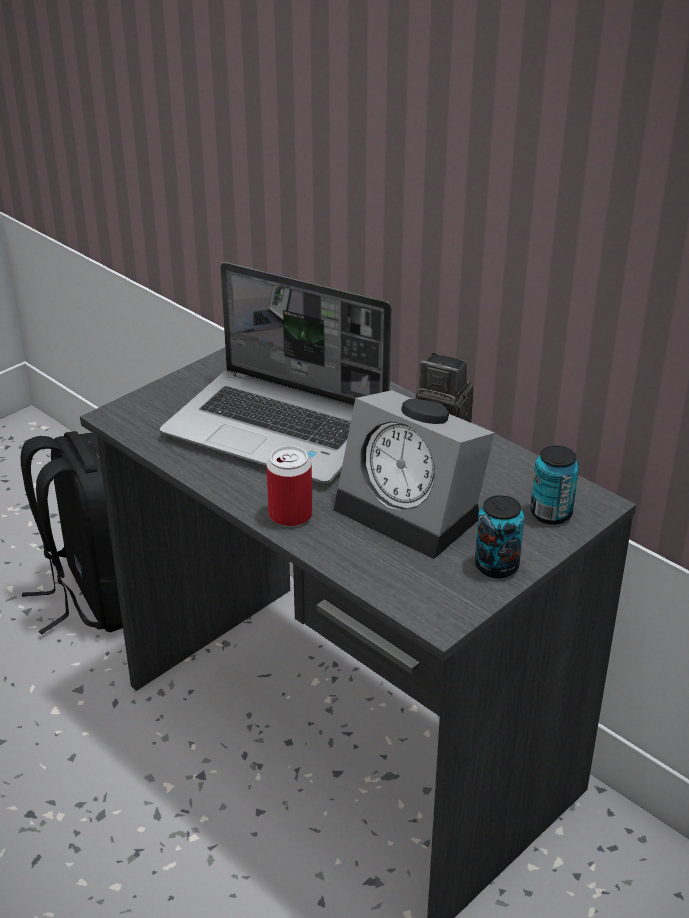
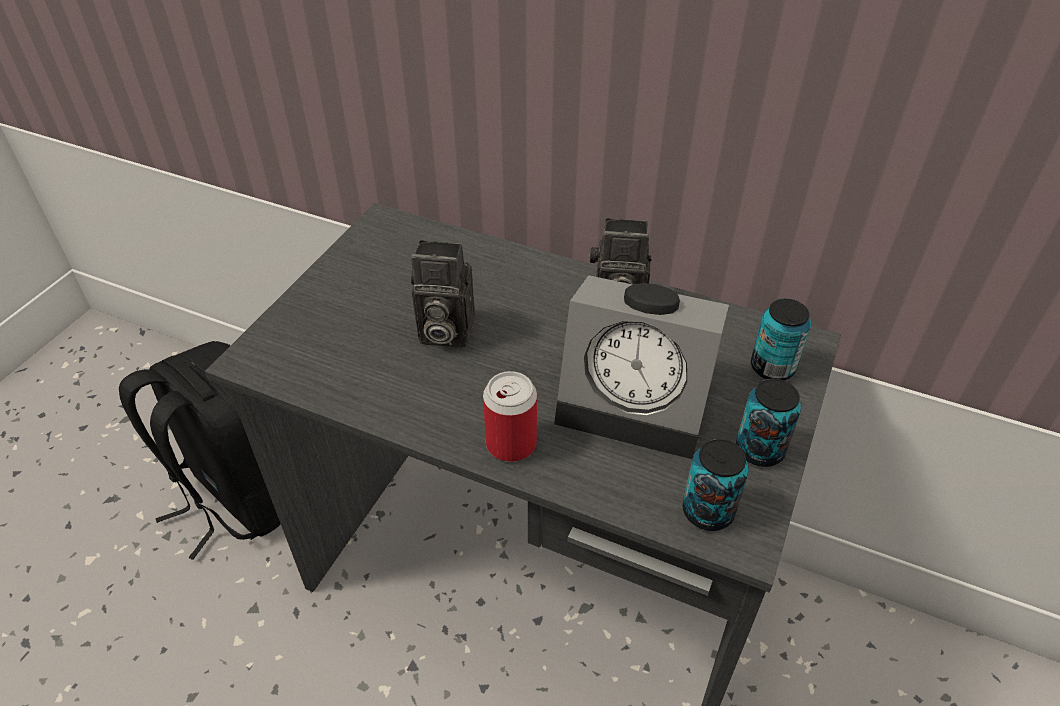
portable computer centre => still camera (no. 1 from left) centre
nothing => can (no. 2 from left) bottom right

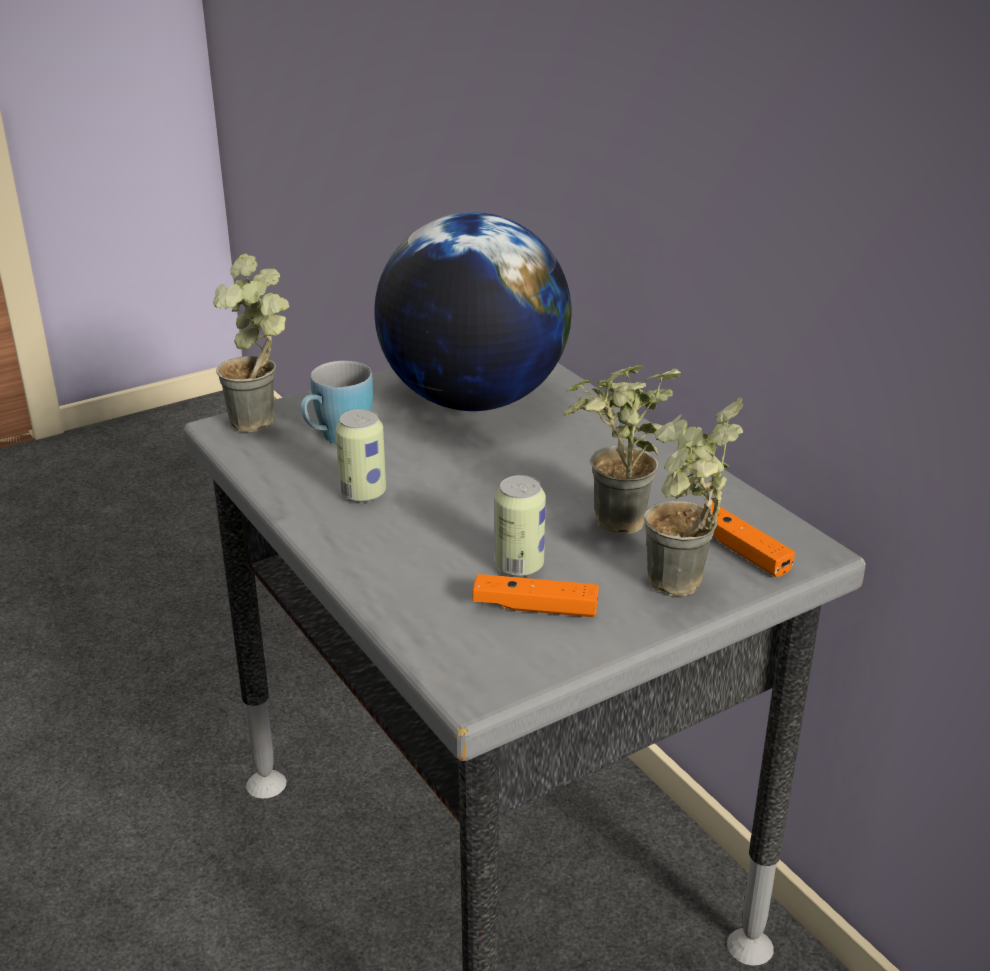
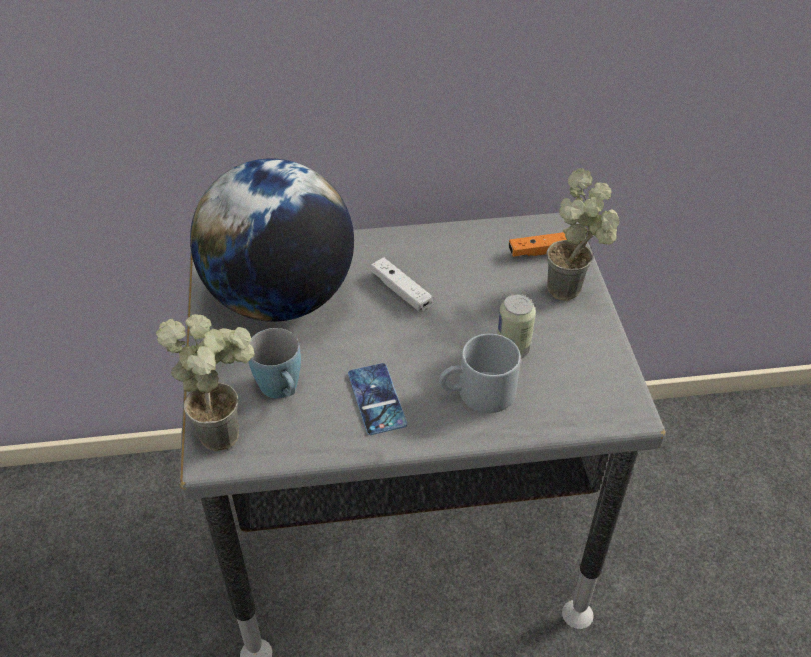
plant in a pot (no. 2 from left) centre => nothing
can (no. 1 from left) centre => phone centre
joypad in orange-coloured (no. 1 from left) centre => nothing
nothing => joypad in white-coloured centre
nothing => mug in gray centre

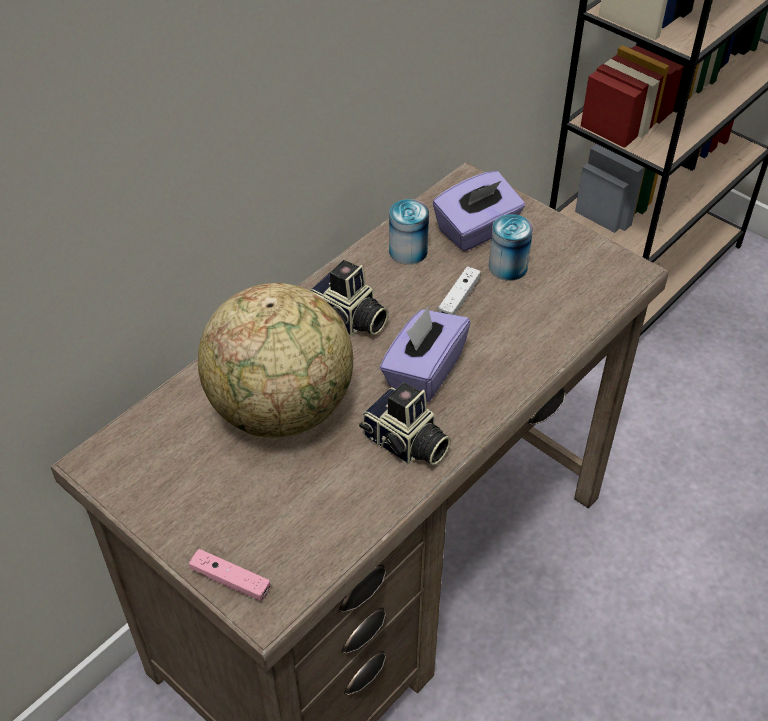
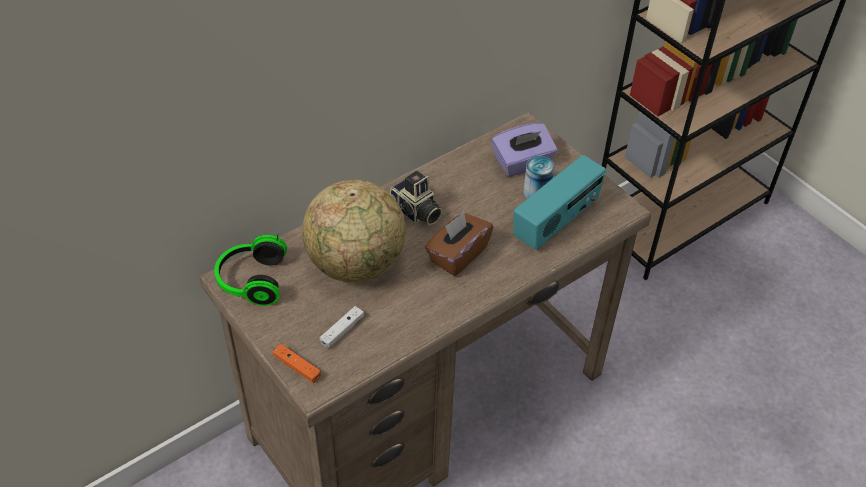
can (no. 1 from left) top centre => nothing
joypad in white-coloured centre => joypad in white-coloured bottom centre, relocated
tissue box in purple (no. 1 from left) centre => tissue box in brownish centre
still camera (no. 2 from left) centre => nothing
joypad in pink-coloured bottom left => joypad in orange-coloured bottom centre
nothing => radio centre
nothing => pair of headphones middle left

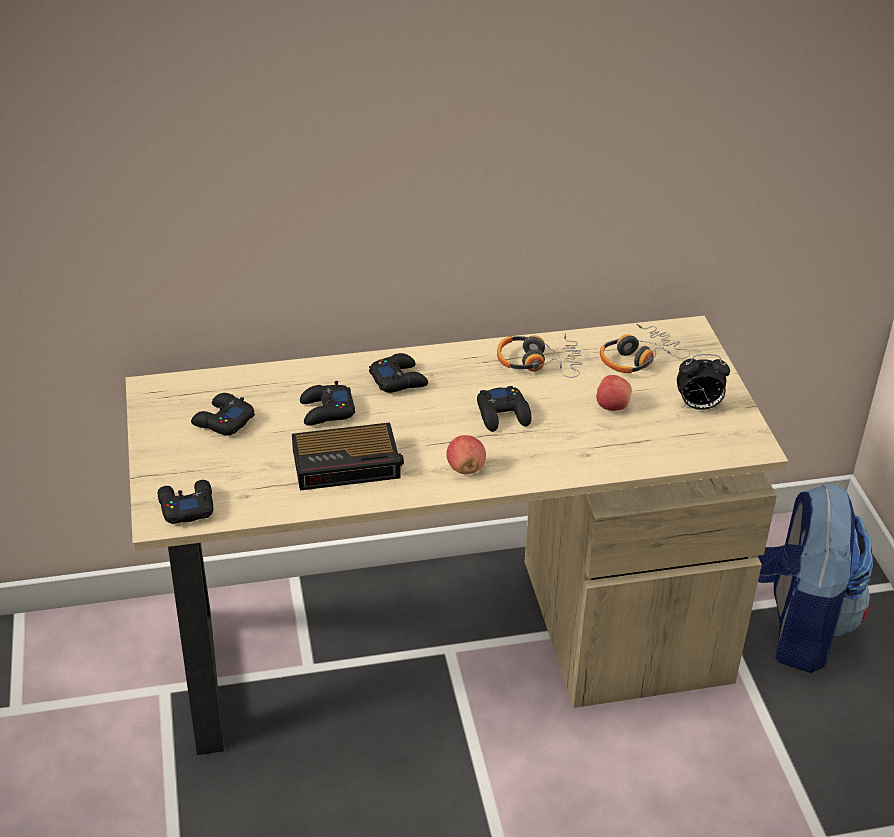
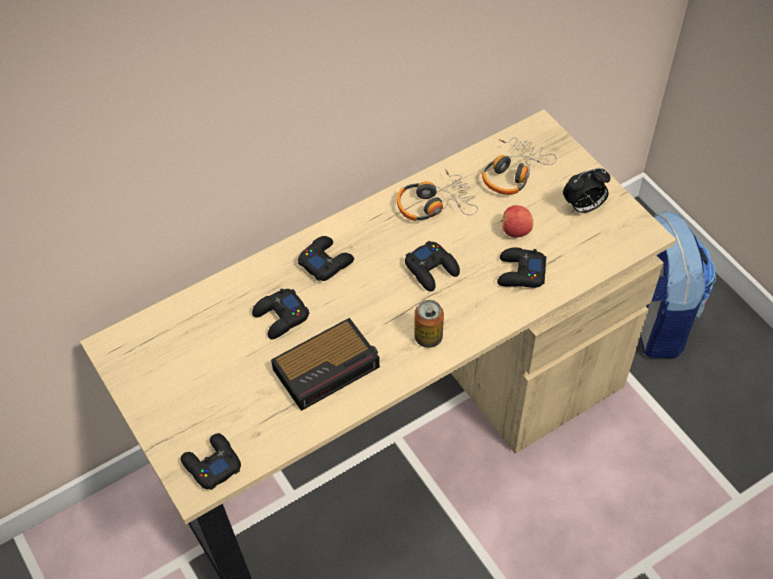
joypad in black (no. 2 from left in the first image) middle left => joypad in black (no. 5 from left) middle right, relocated
apple (no. 1 from left) centre => can centre

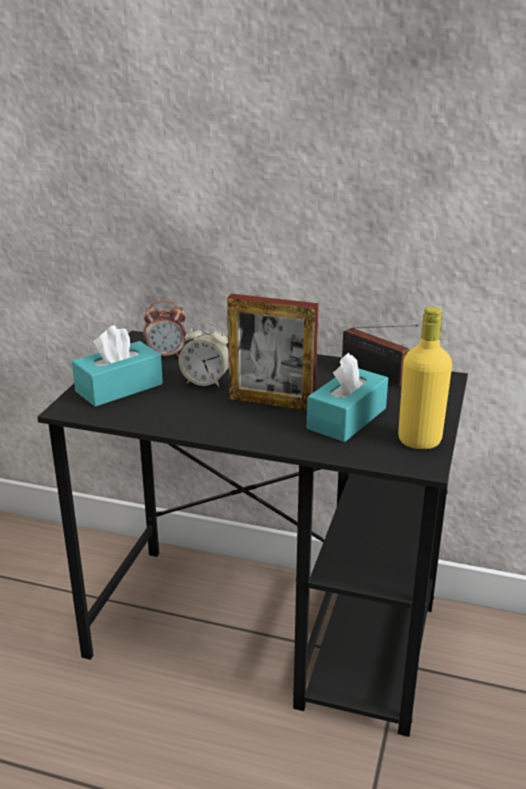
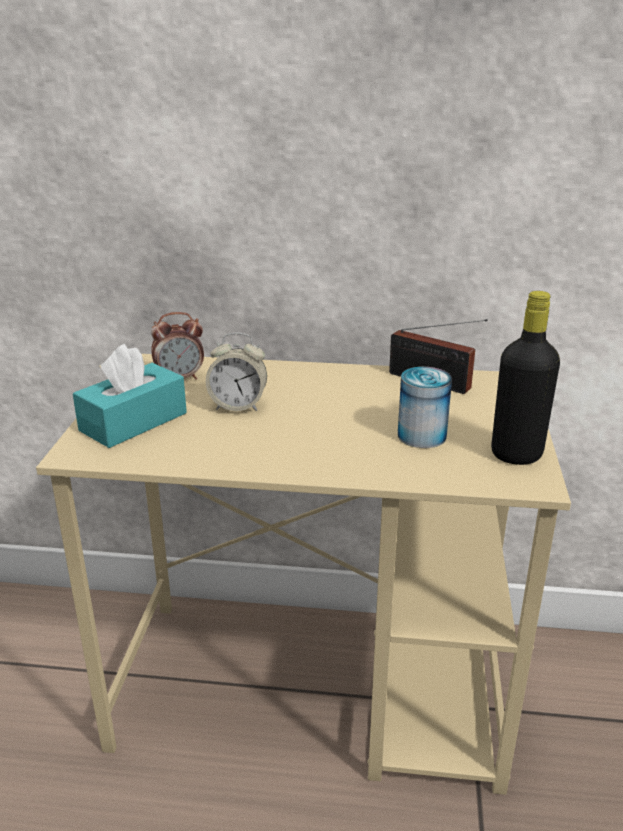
standing frame centre => nothing
drink bottle in yellow-coloured middle right => drink bottle in black middle right
desk unit in black bottom centre => desk unit in sand-coloured bottom centre
tissue box in turquoise (no. 2 from left) centre => can middle right

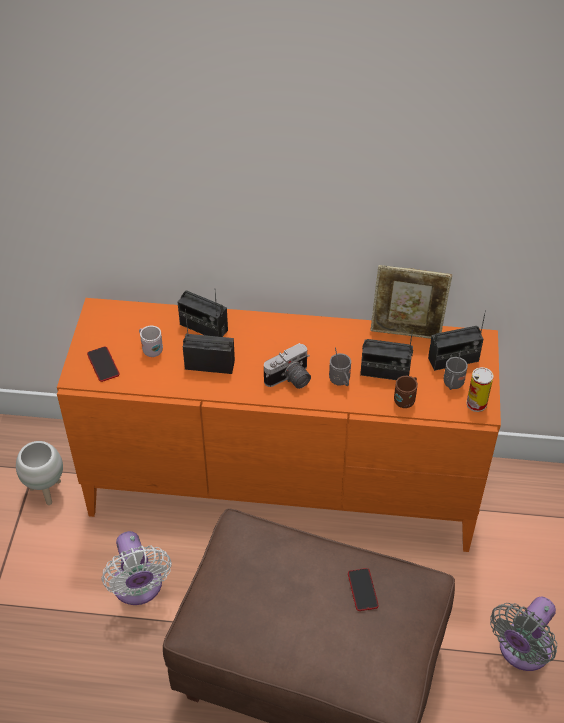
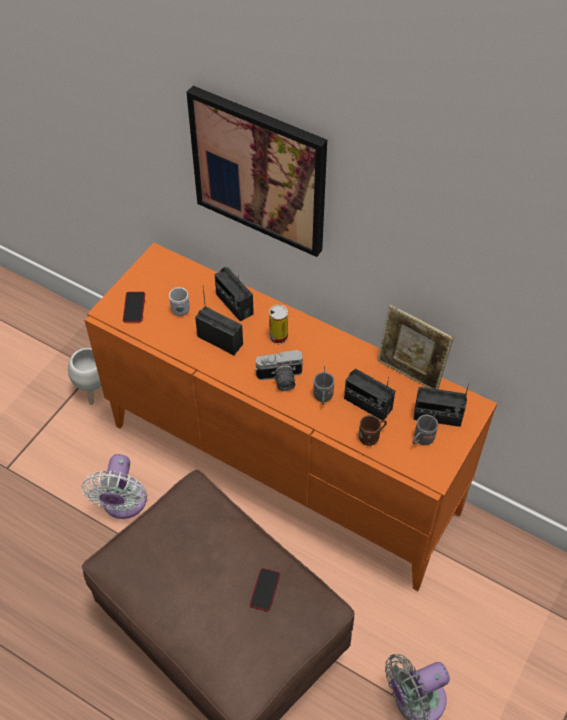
can middle right => can centre, relocated
nothing => wall art top centre

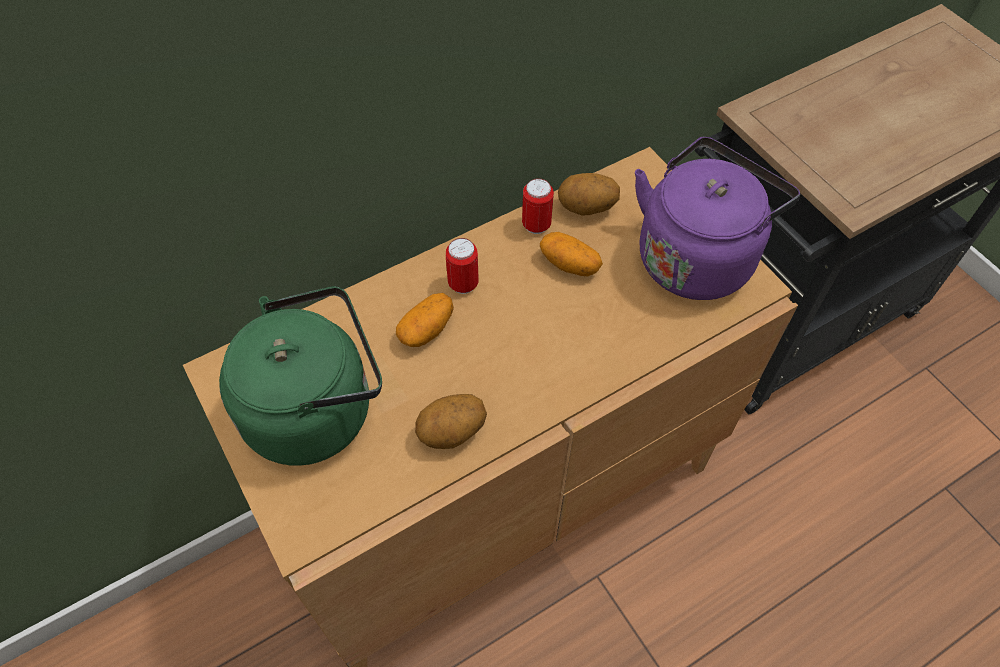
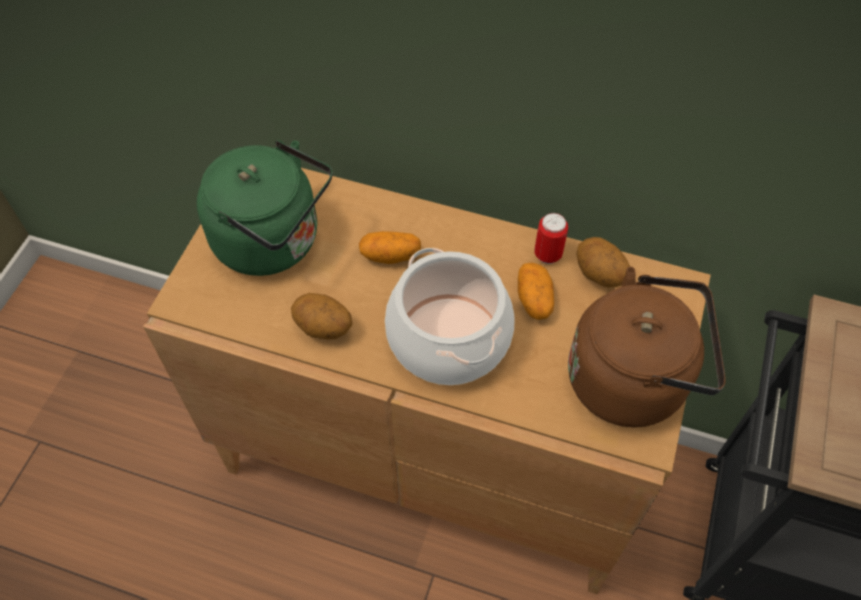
kettle in purple top right => kettle in brownish middle right
can (no. 1 from left) centre => nothing
nothing => cooking pot centre

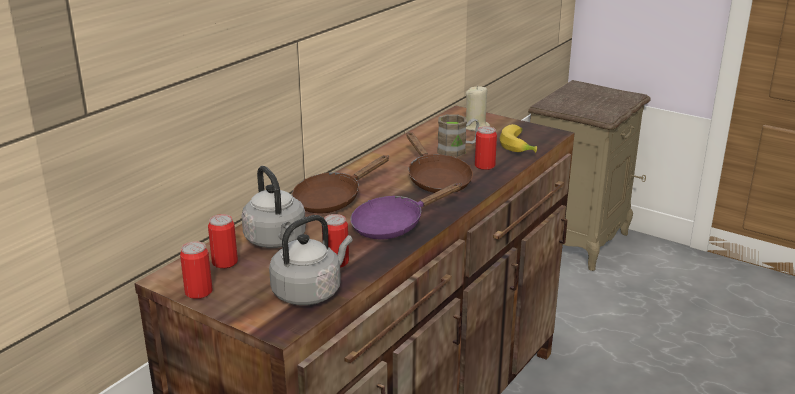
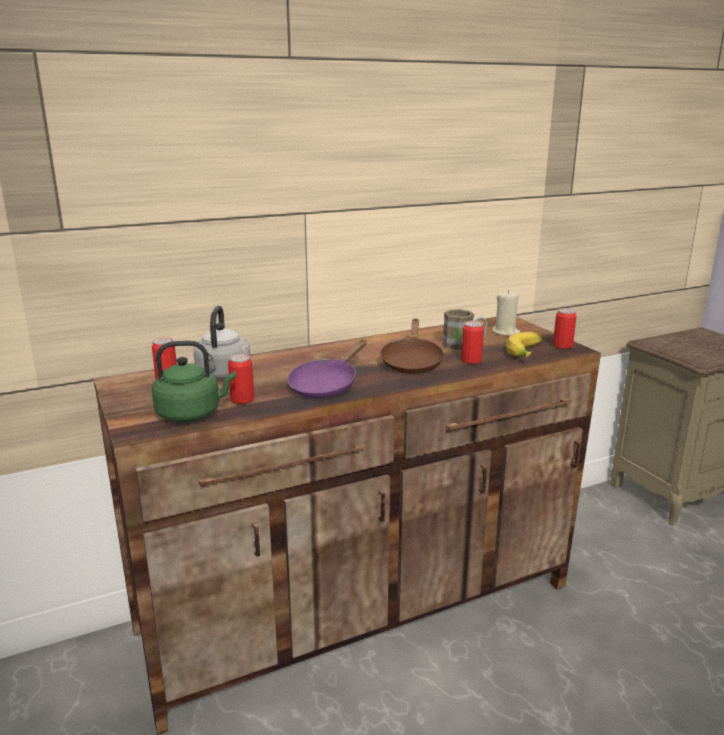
pan in brownish (no. 1 from left) centre => nothing
pan in purple centre, 60 degrees counterclockwise
kettle in gray (no. 2 from left) centre => kettle in greenish middle left
can (no. 1 from left in the first image) bottom left => can (no. 4 from left) middle right, relocated

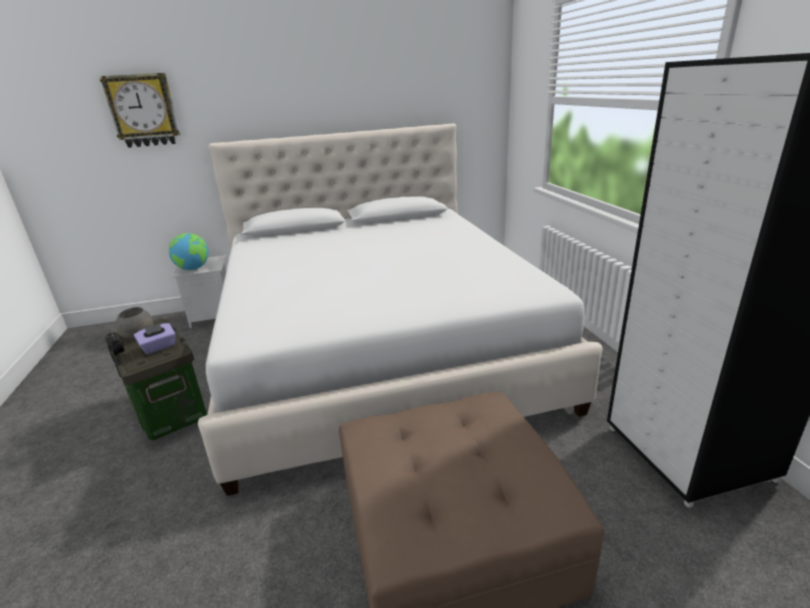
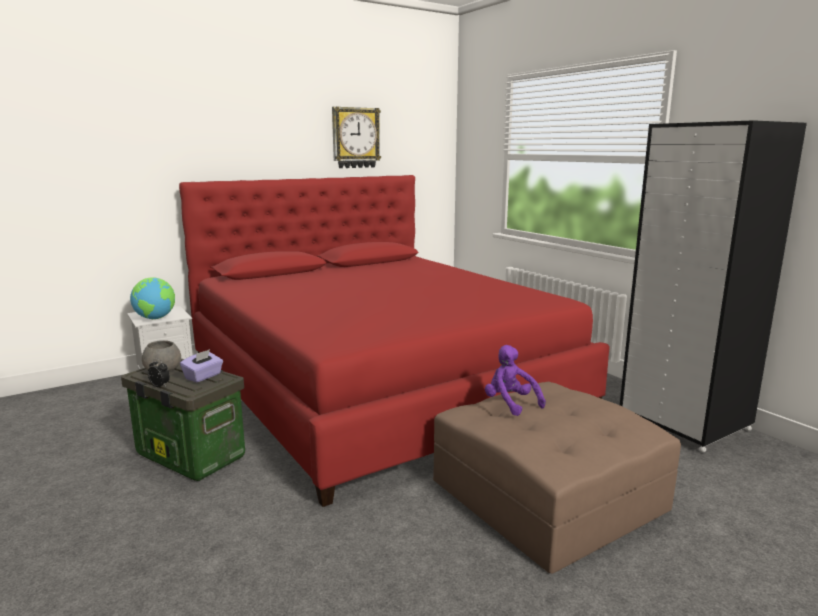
wall clock top left => wall clock top centre, relocated
bedroom bed in white-coloured centre => bedroom bed in red-coloured centre
nothing => plush toy in purple centre

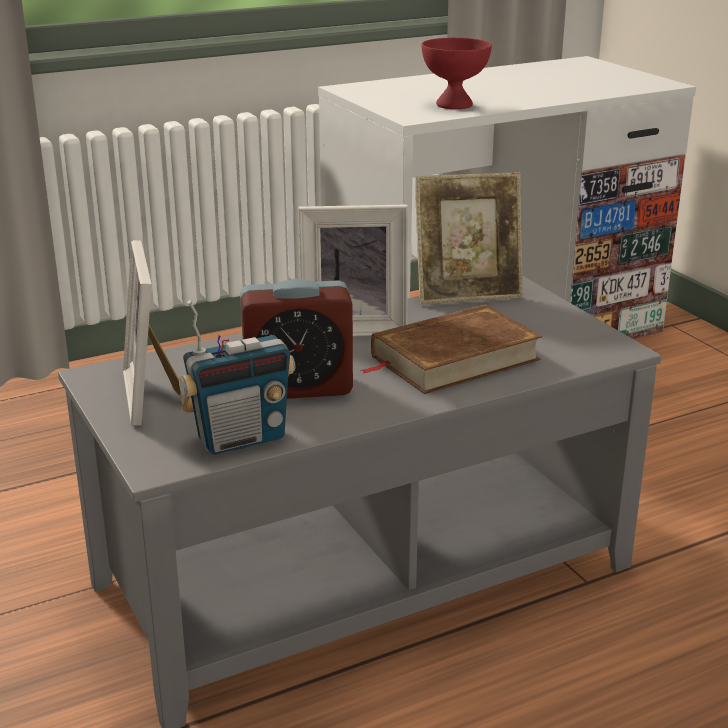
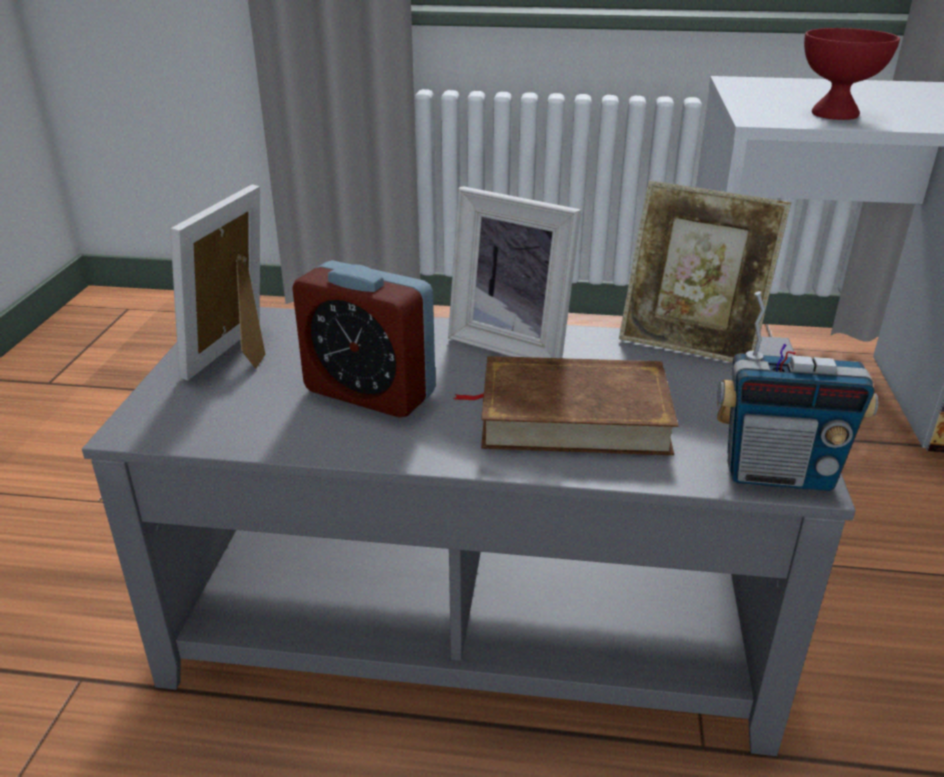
radio middle left => radio middle right, relocated

